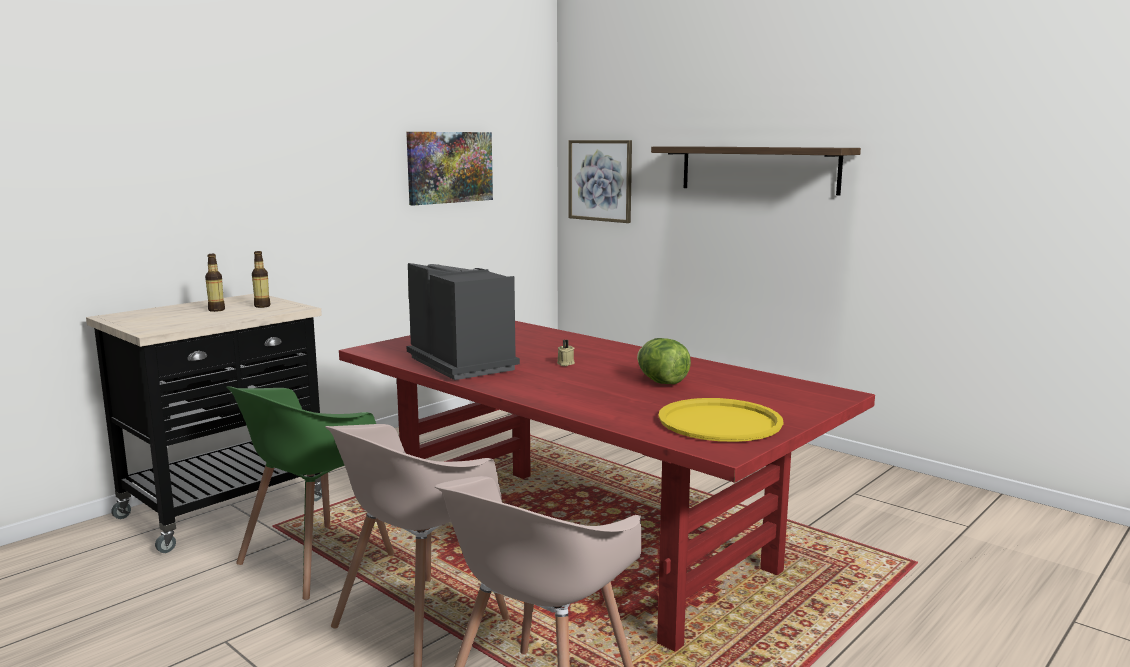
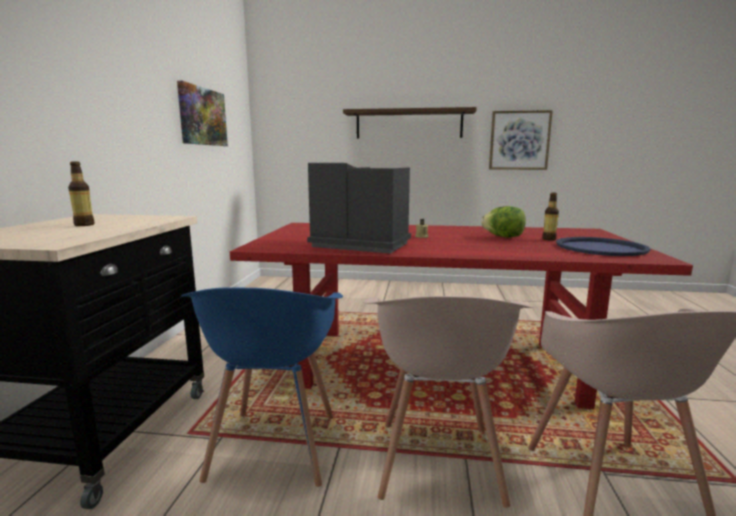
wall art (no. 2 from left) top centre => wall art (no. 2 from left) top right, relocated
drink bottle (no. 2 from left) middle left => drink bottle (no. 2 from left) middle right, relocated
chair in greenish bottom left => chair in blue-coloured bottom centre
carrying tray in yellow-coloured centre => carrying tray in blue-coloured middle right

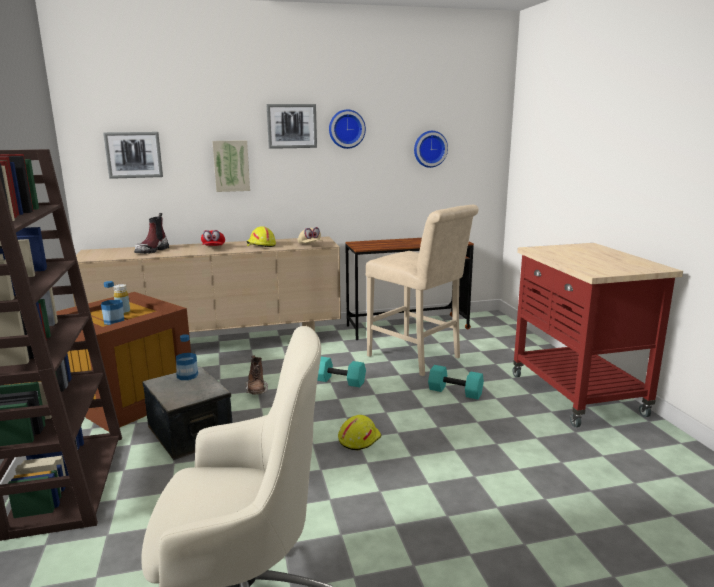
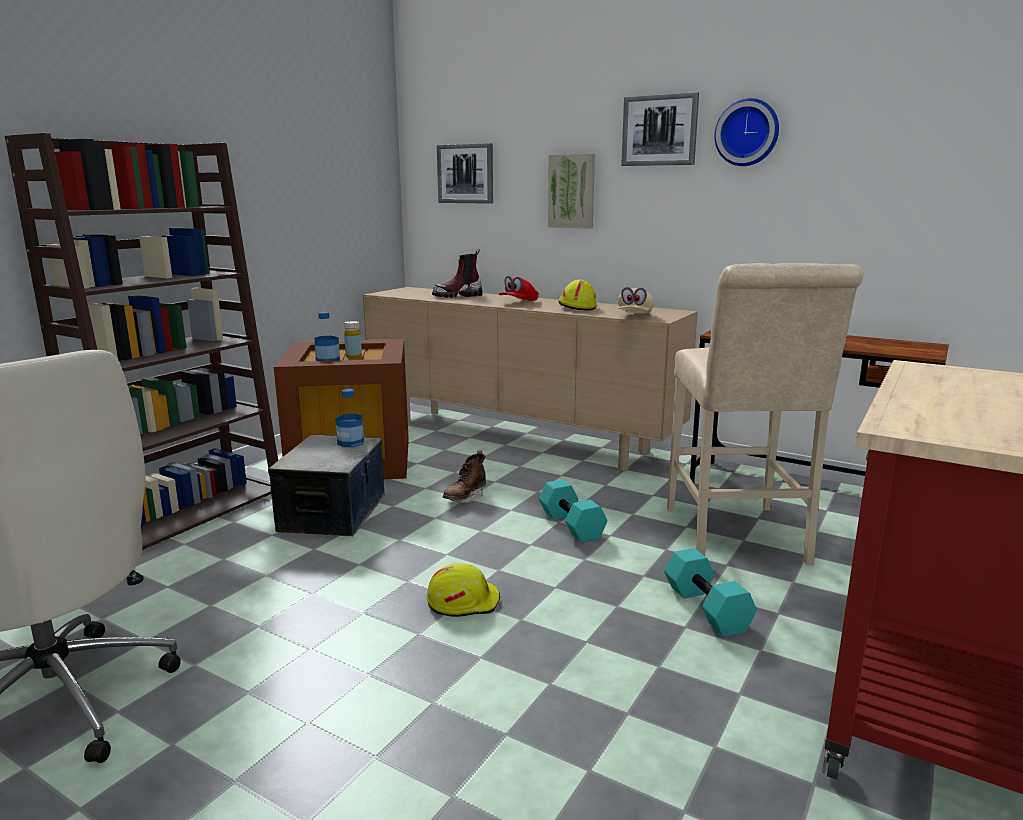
wall clock (no. 2 from left) top centre => nothing

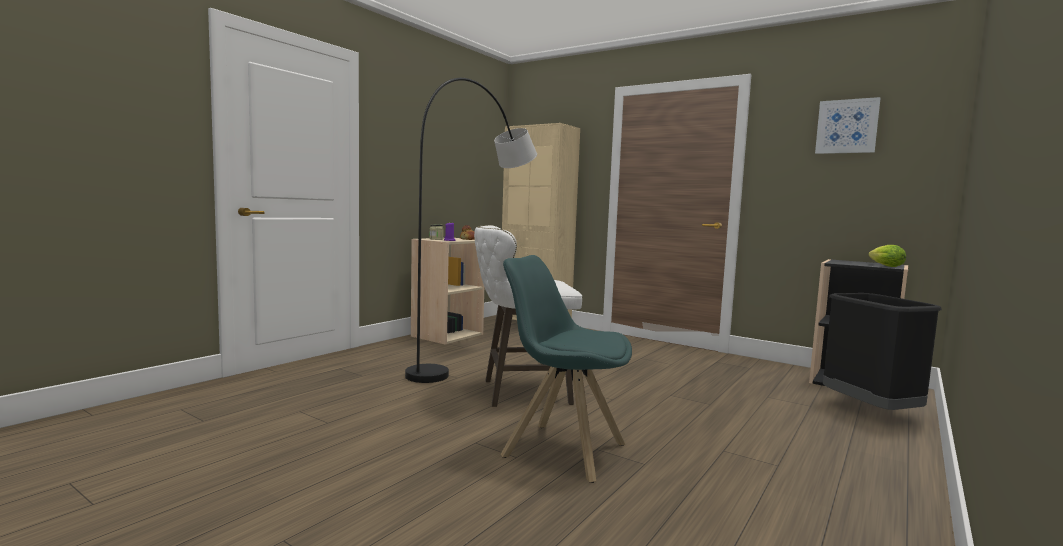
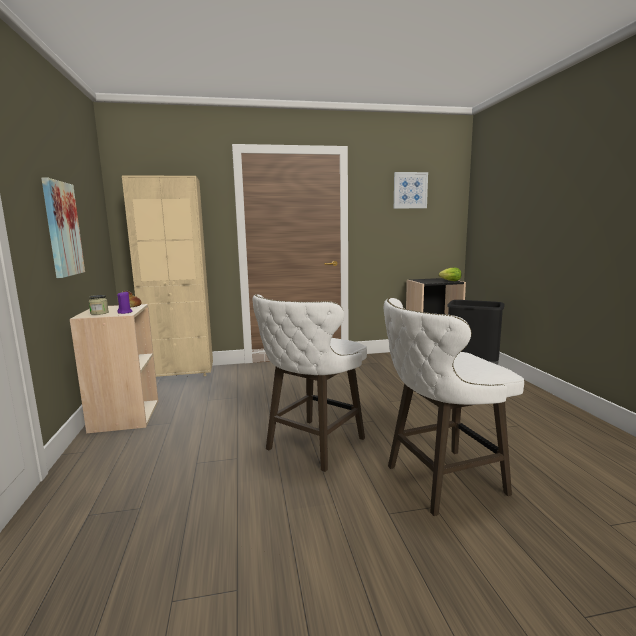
standard lamp in black centre => nothing
chair in turquoise bottom centre => stool in white-coloured (no. 2 from left) middle right
nothing => wall art (no. 1 from left) middle left

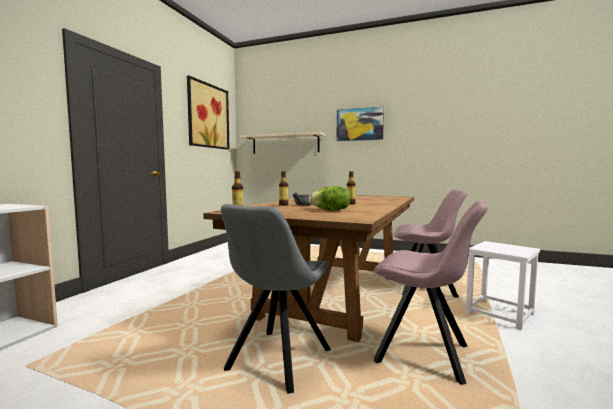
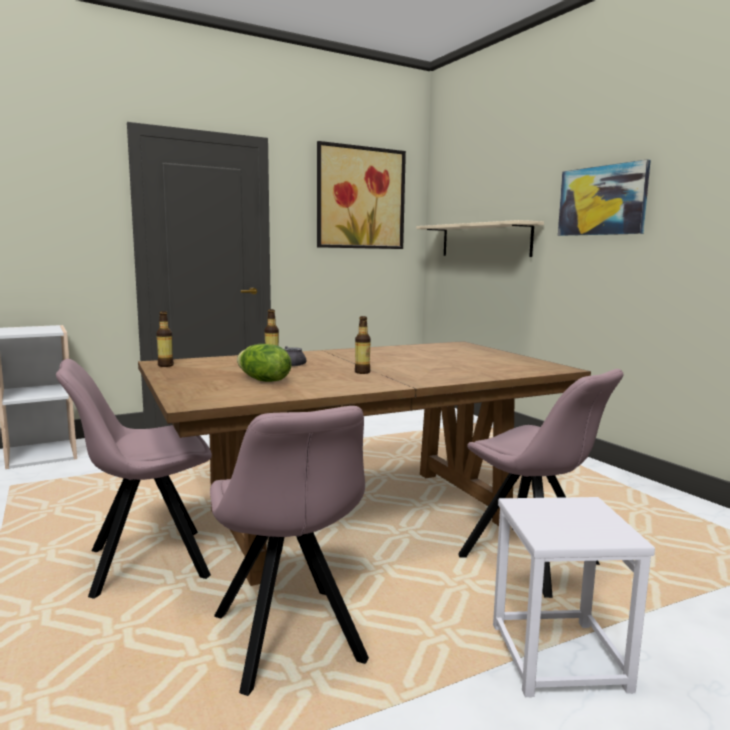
chair in gray bottom centre => chair in pink-coloured (no. 1 from left) middle left

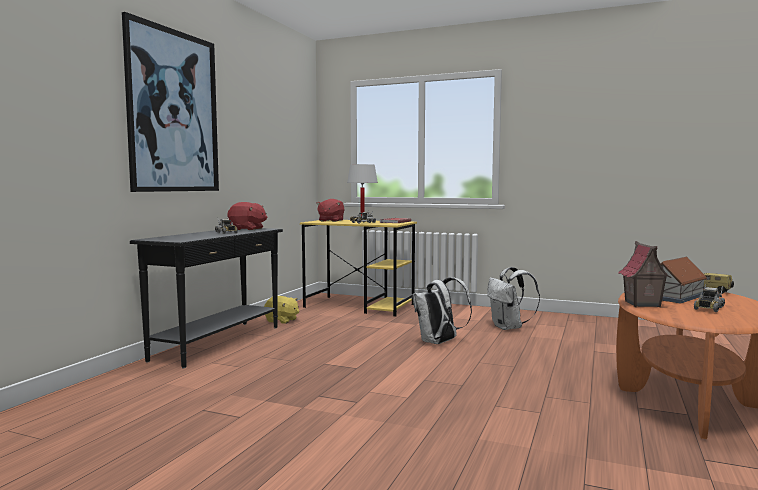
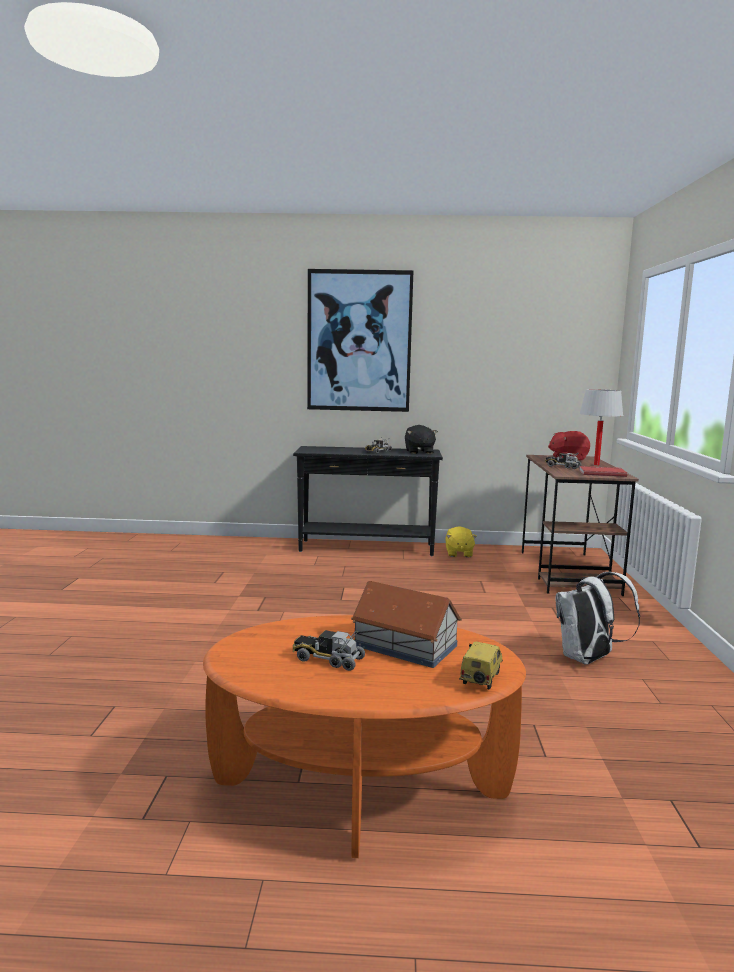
plush toy in red-coloured (no. 1 from left) middle left => plush toy in black centre
desk unit in yellow-coloured centre => desk unit in brownish middle right
model house (no. 1 from left) middle right => nothing
knapsack in white-coloured (no. 1 from left) centre => nothing

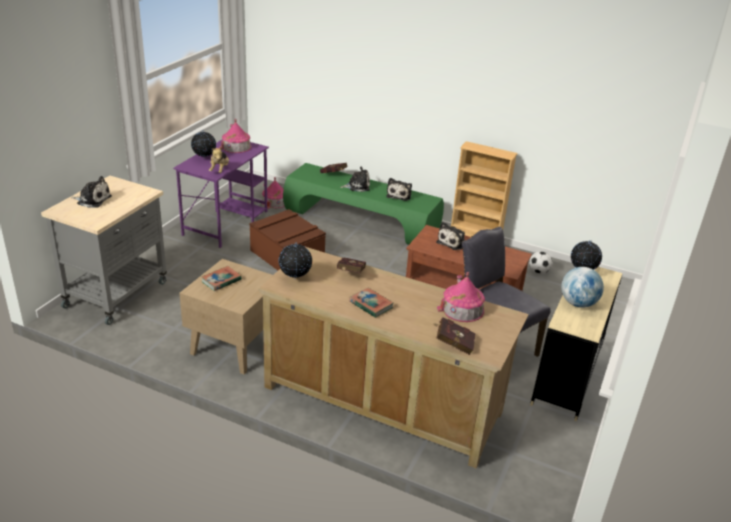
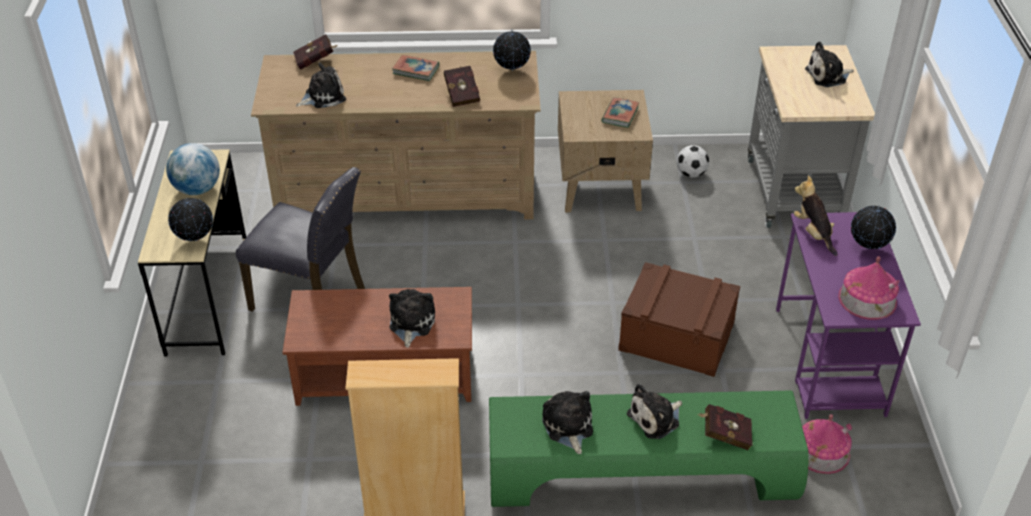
football ball middle right => football ball top right, relocated
model house (no. 3 from left) centre => plush toy (no. 1 from left) top left

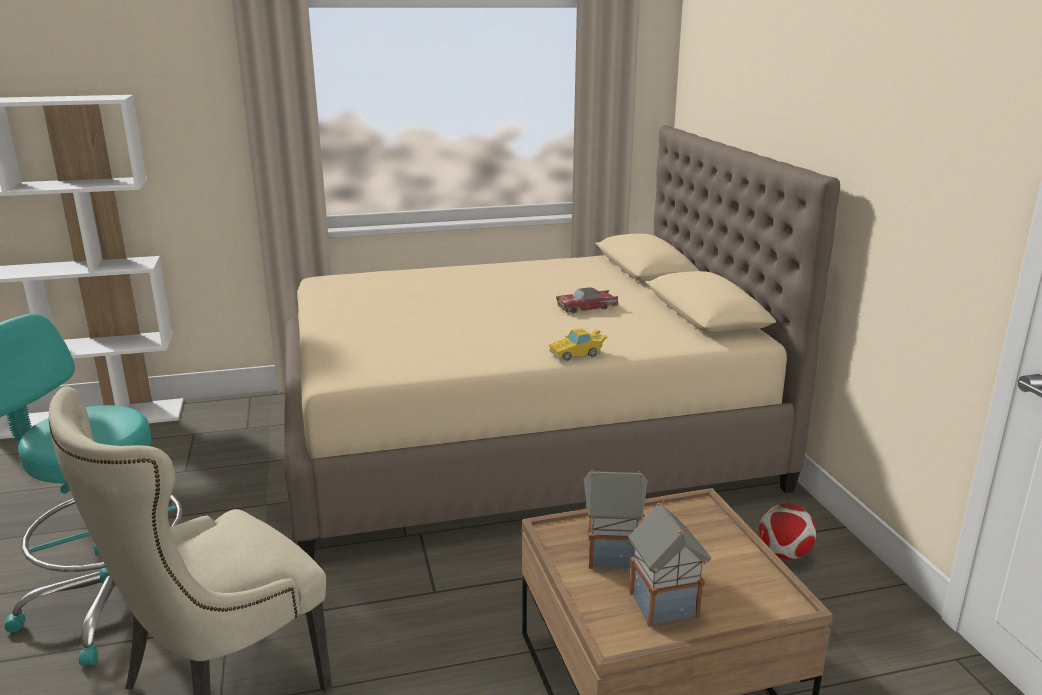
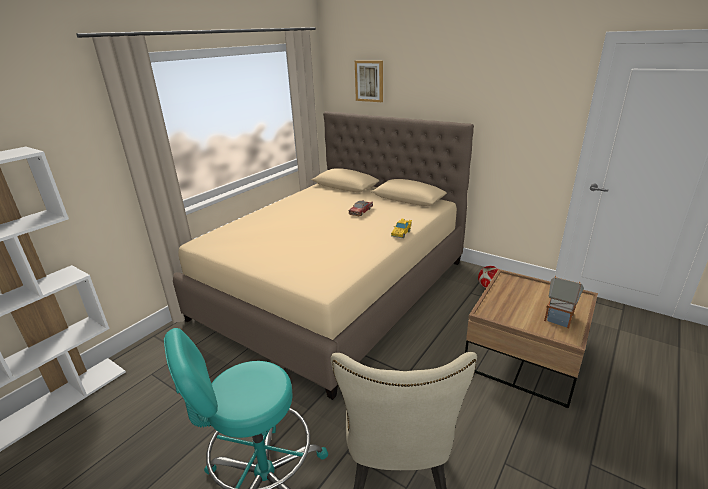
model house (no. 1 from left) bottom centre => nothing
nothing => wall art top centre

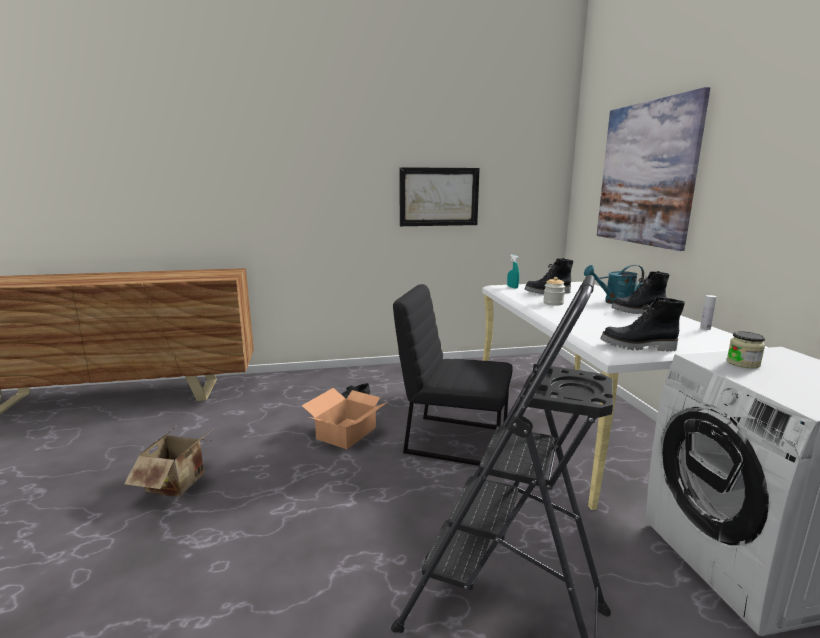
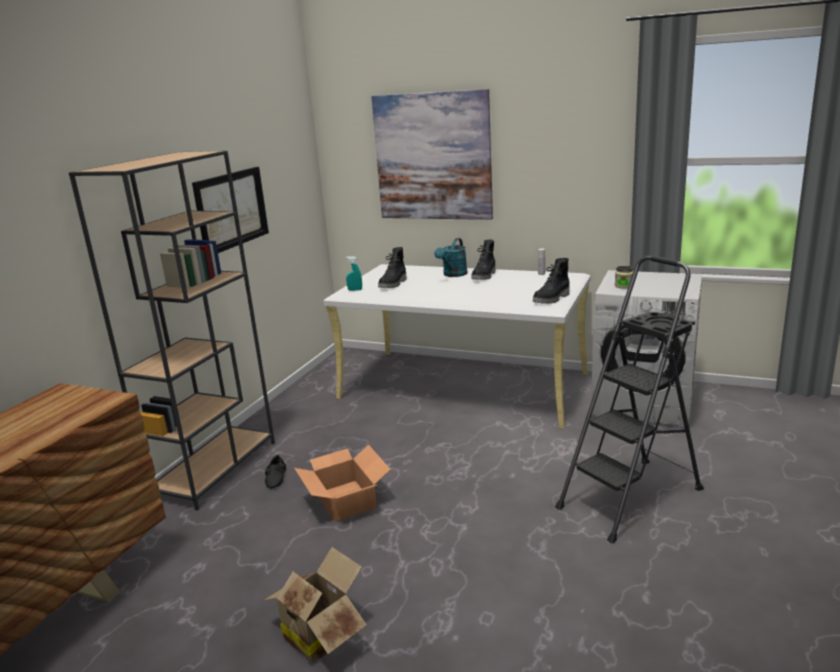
jar (no. 1 from left) middle right => nothing
chair in black centre => nothing
nothing => bookcase middle left

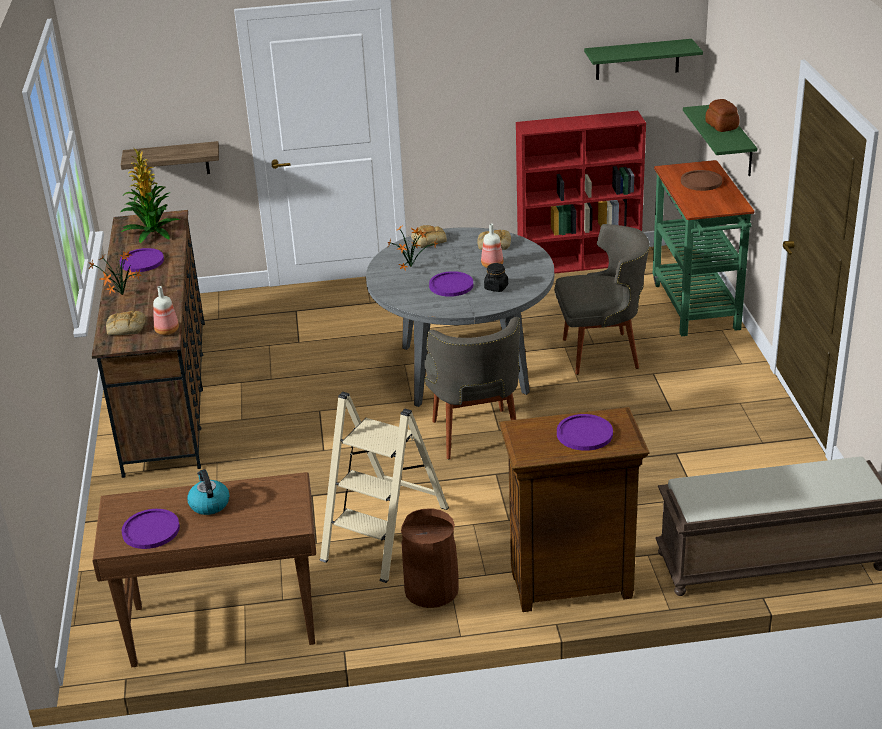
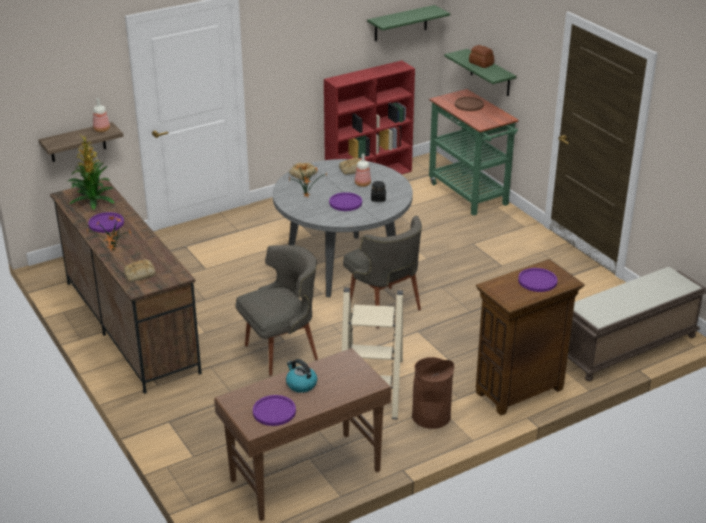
chair in gray (no. 2 from left in the first image) middle right => chair in gray (no. 1 from left) centre, relocated
drink bottle (no. 1 from left) middle left => drink bottle (no. 1 from left) top left, relocated

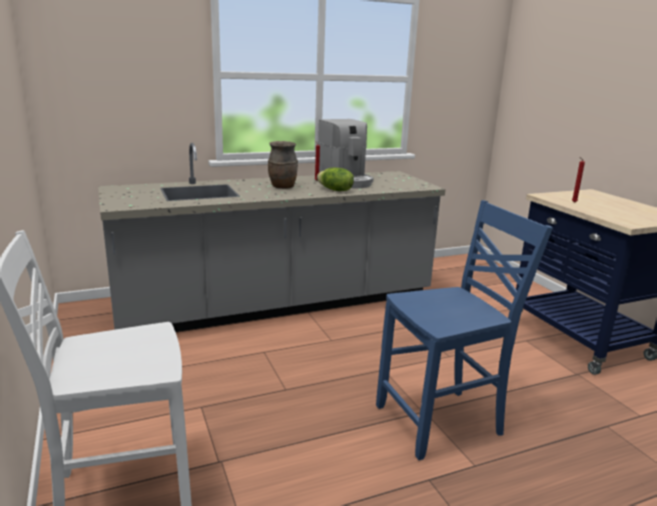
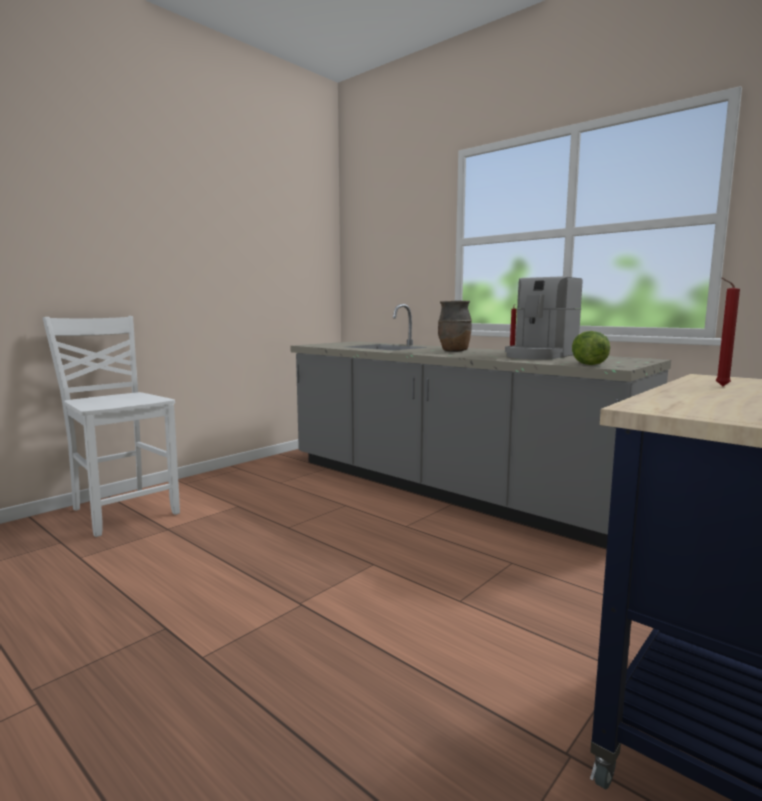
lettuce head centre => lettuce head middle right, relocated
chair in blue-coloured middle right => nothing

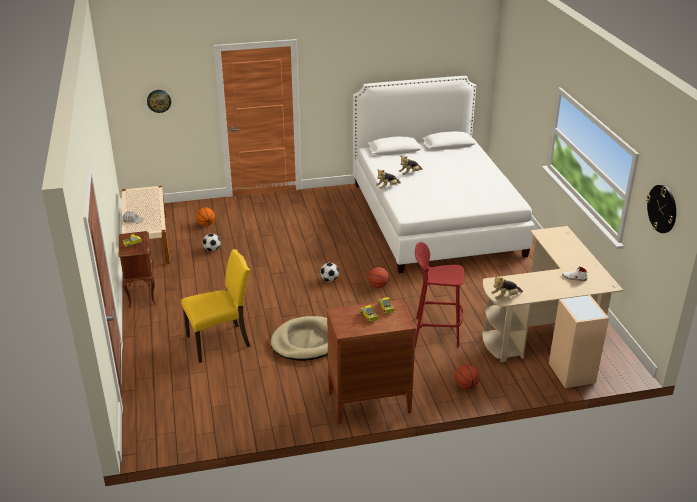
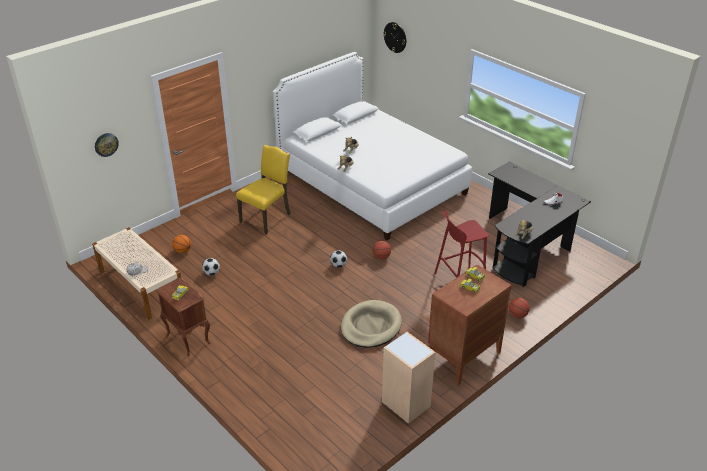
wall clock (no. 2 from left) middle right => wall clock (no. 2 from left) top centre, relocated
desk unit in sand-coloured middle right => desk unit in black middle right
chair in yellow-coloured middle left => chair in yellow-coloured centre, relocated
bookcase bottom right => bookcase bottom centre, relocated

